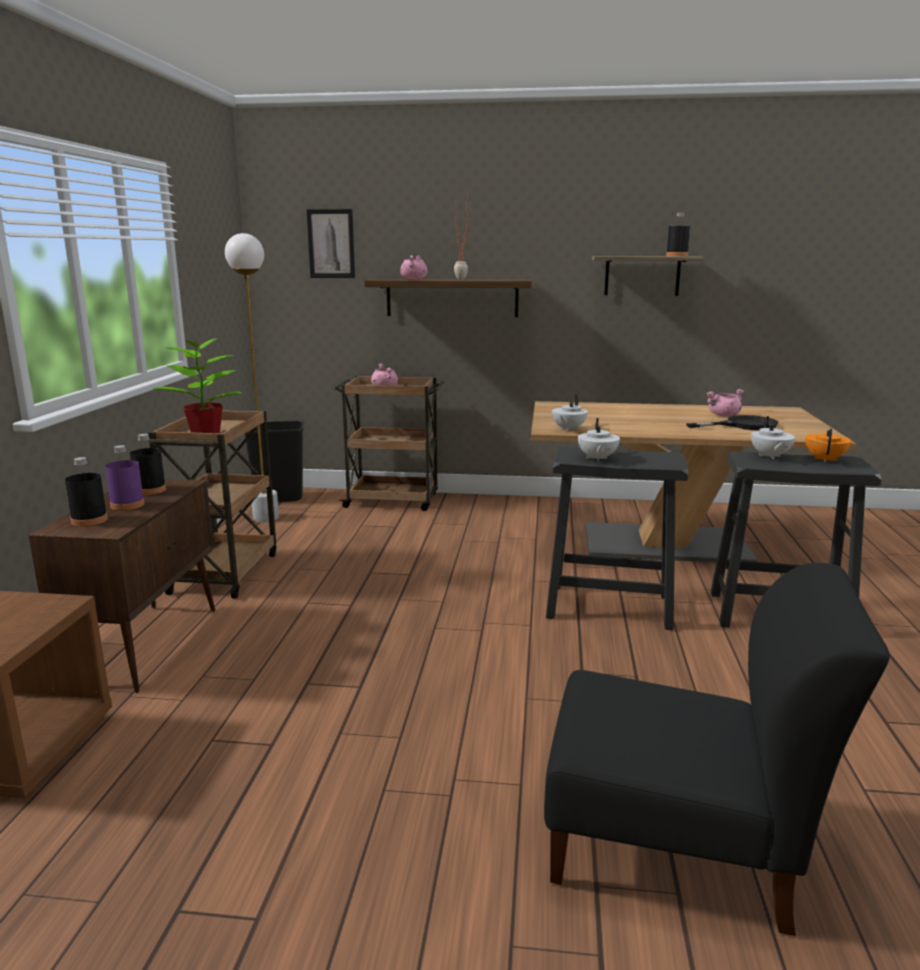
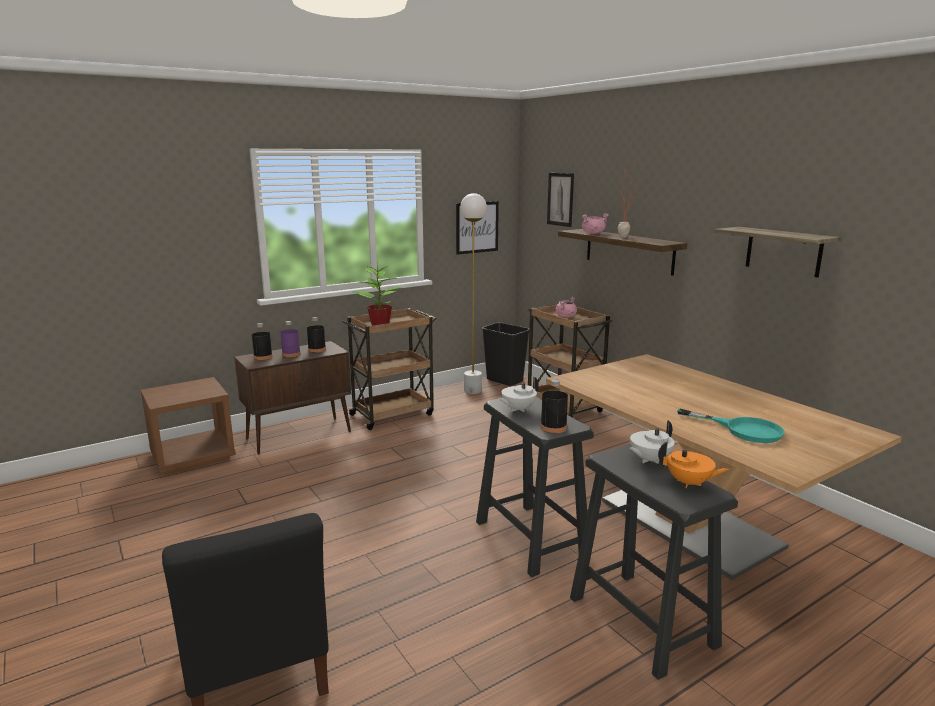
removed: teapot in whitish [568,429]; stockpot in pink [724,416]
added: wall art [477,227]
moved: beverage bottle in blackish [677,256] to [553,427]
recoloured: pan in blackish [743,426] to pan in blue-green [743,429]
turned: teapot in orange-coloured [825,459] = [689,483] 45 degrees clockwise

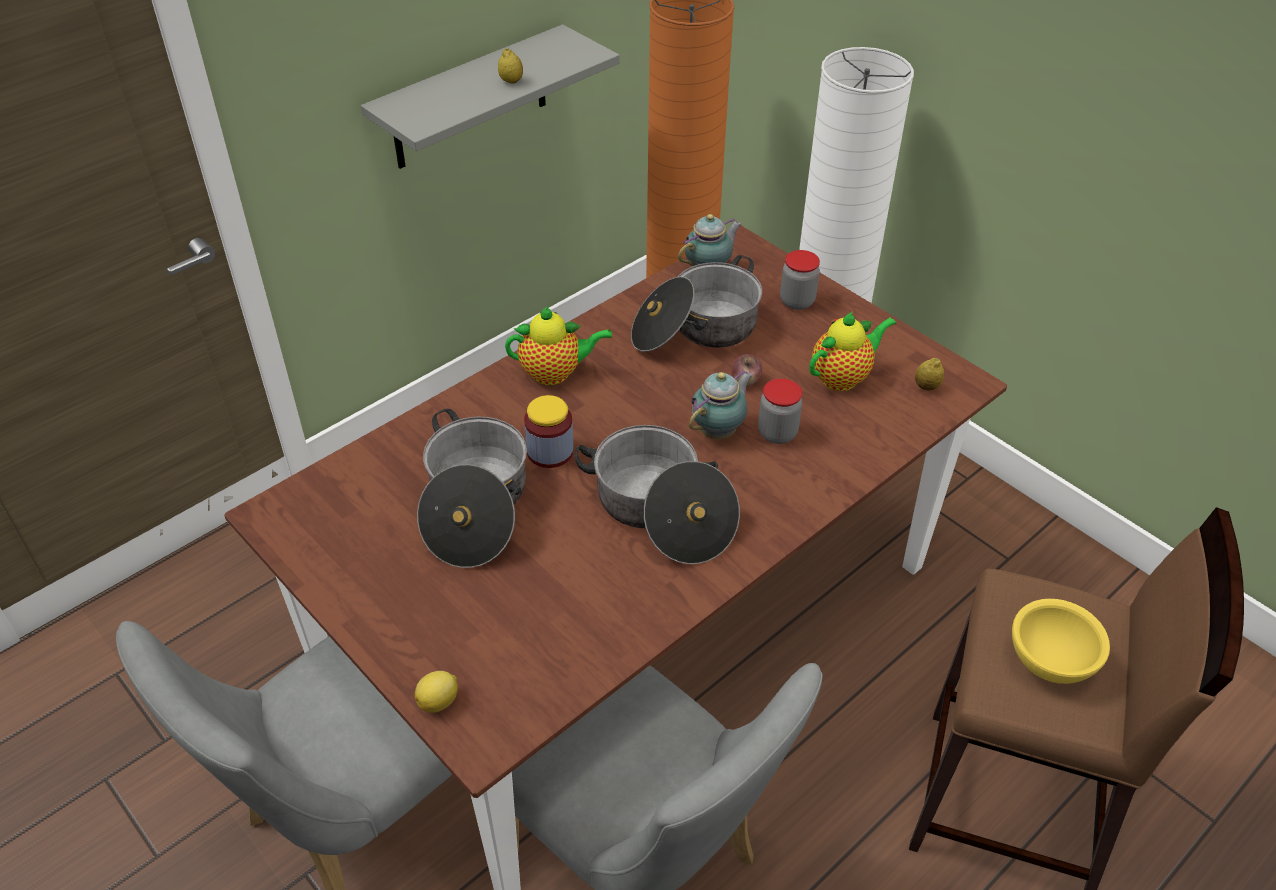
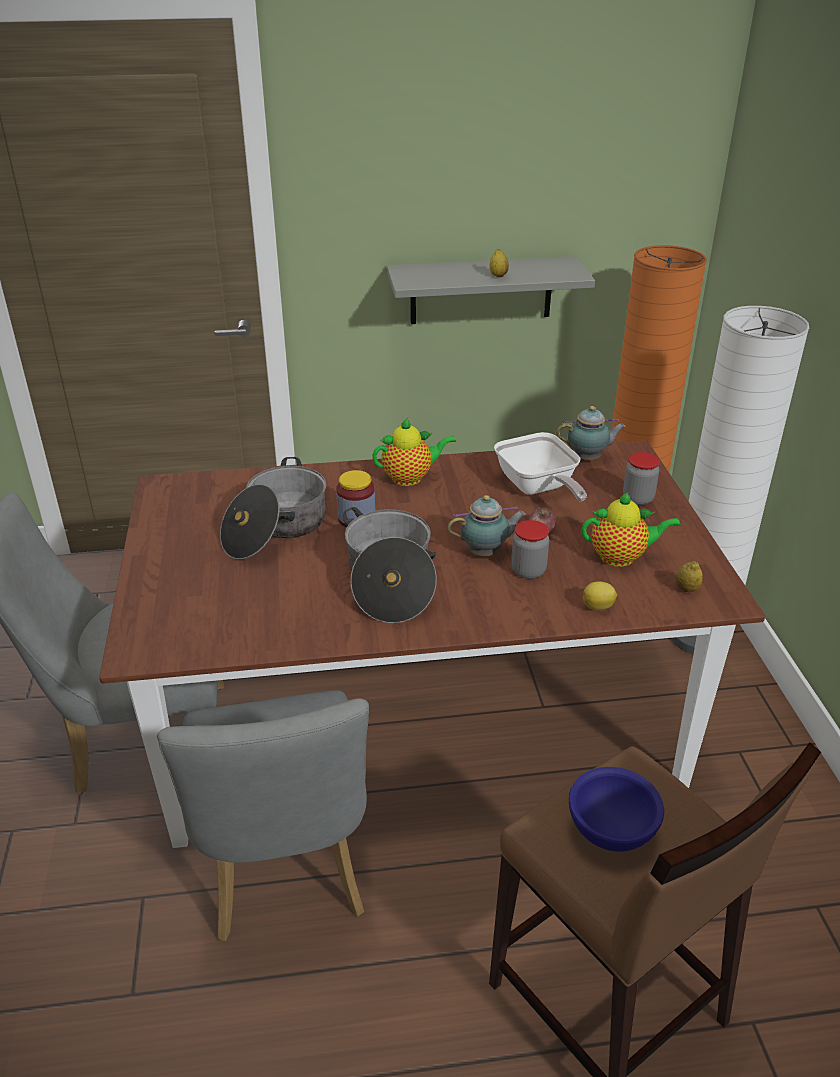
moved: citrus fruit [439,701] to [598,607]
replaced: stockpot [695,330] to pan [538,488]
recoloured: serving bowl in yellow [1050,663] to serving bowl in blue-coloured [610,832]
turned: teapot [555,373] = [410,478] 45 degrees counterclockwise

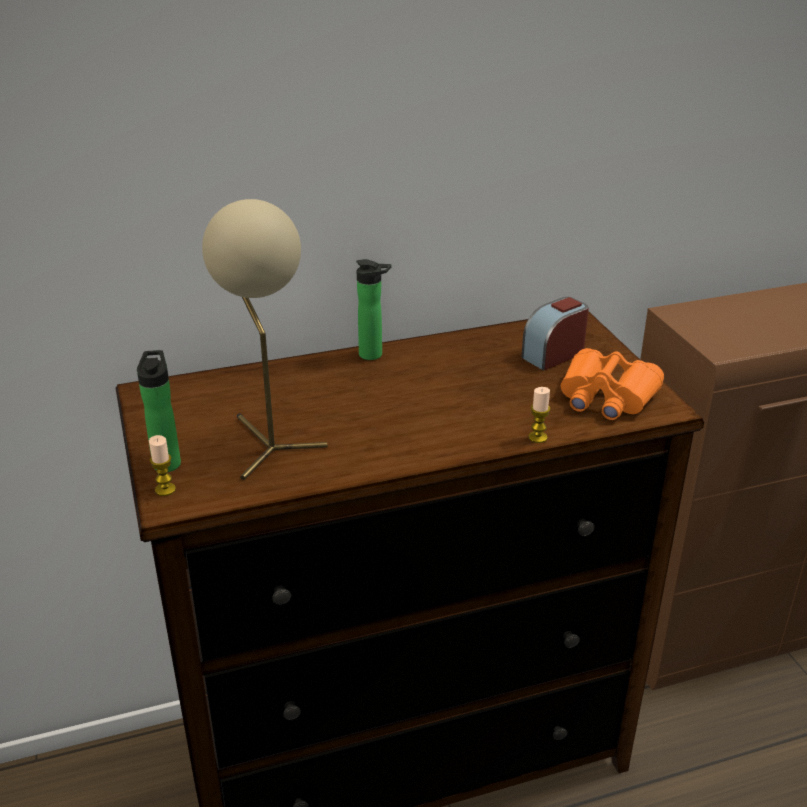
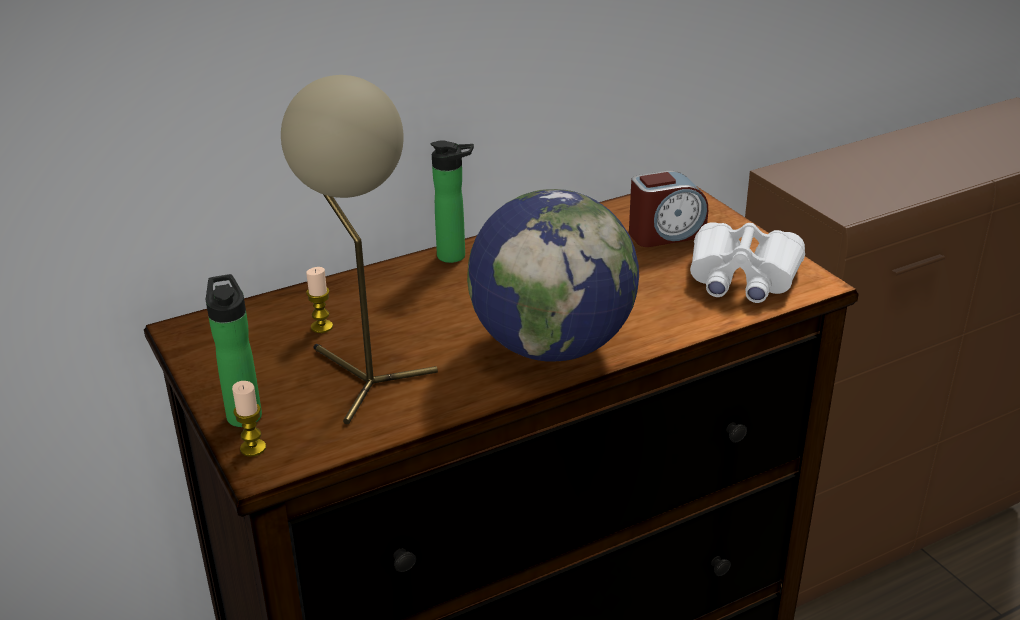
added: world globe [552,346]
moved: candle [537,437] to [322,327]
recoloured: binoculars in orange-coloured [606,397] to binoculars in whitish [742,277]
turned: bedside clock [553,354] = [666,234] 150 degrees counterclockwise

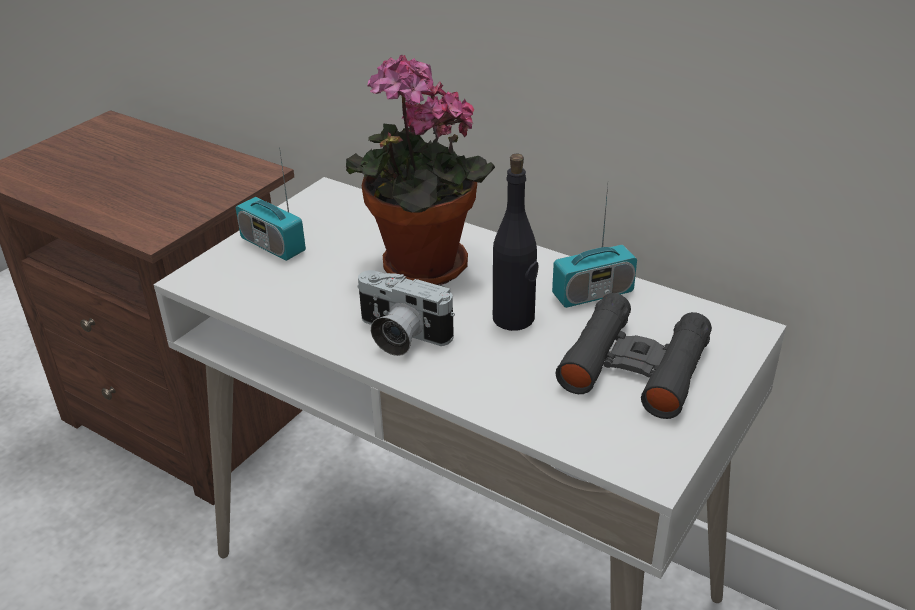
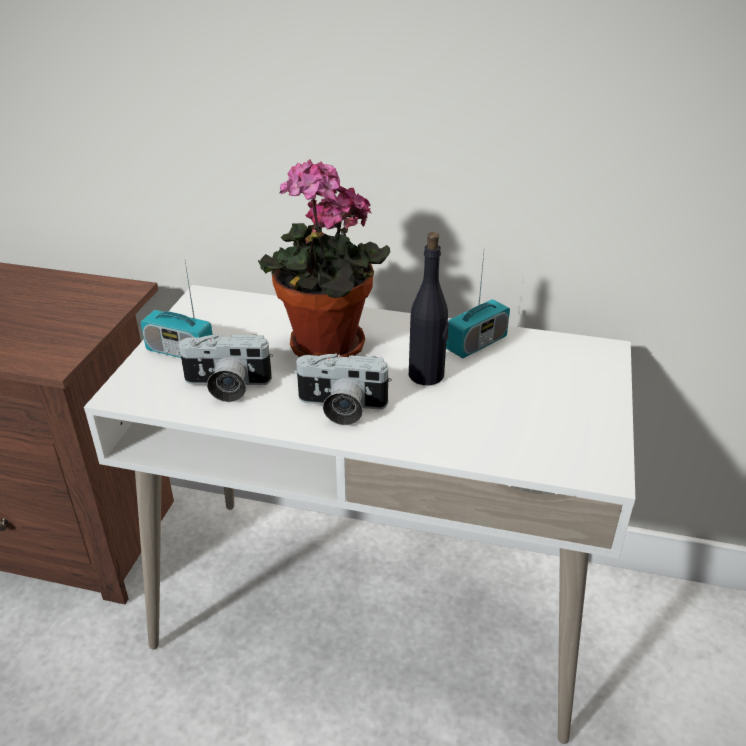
removed: binoculars in blackish [635,366]
added: photo camera [226,386]

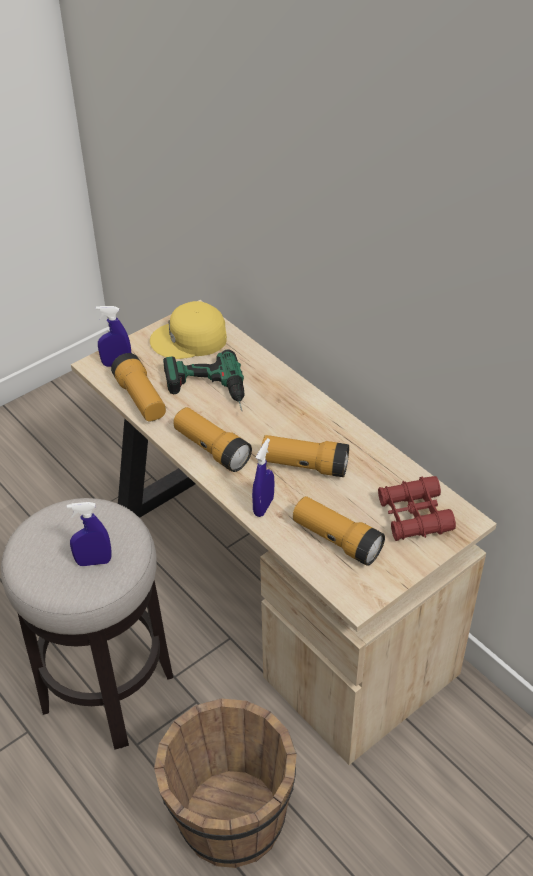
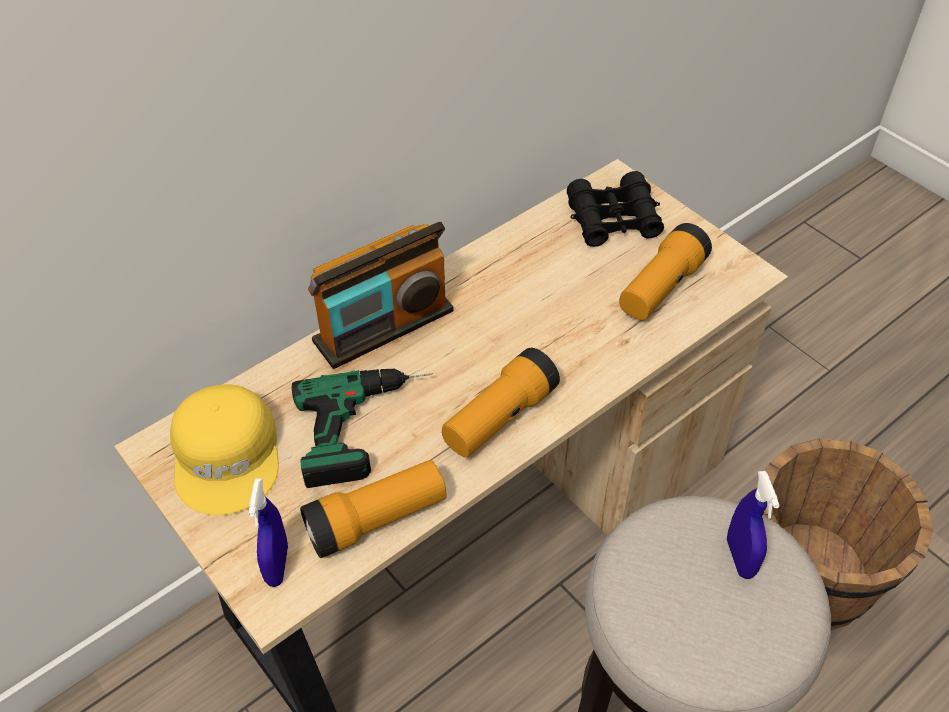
removed: spray bottle in blue-coloured [263,506]; hand torch [304,466]
added: radio [384,326]
recoloured: binoculars in reddish [414,516] to binoculars in blackish [613,219]

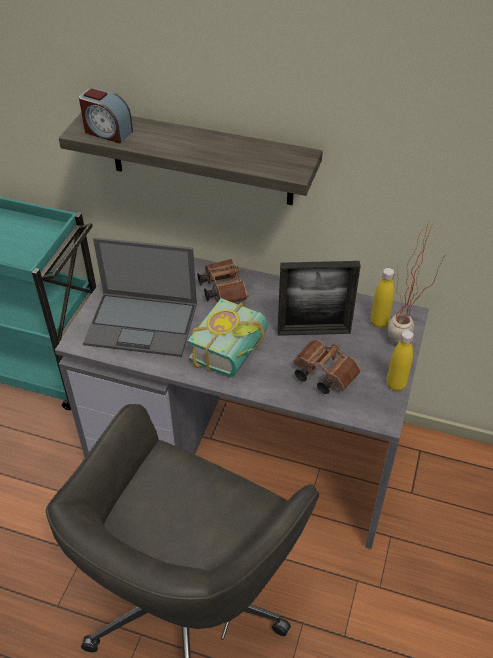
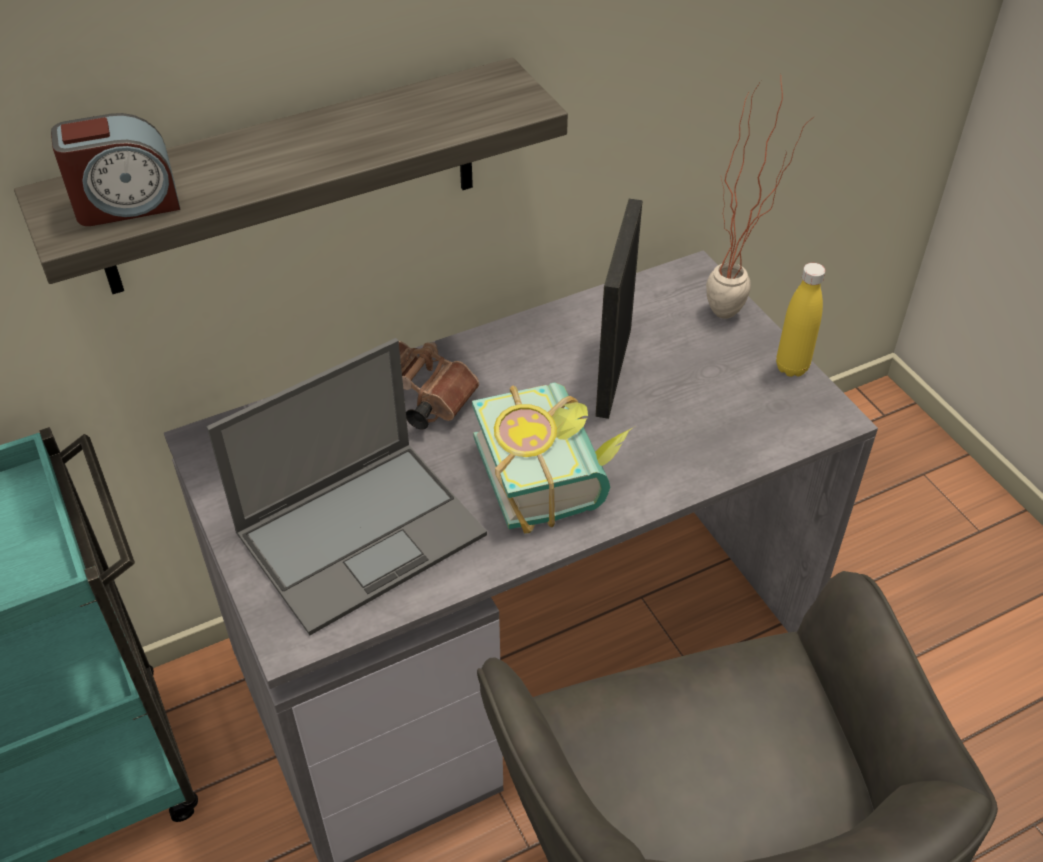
removed: binoculars in brownish [322,374]; beverage bottle in yellow [379,322]
turned: standing frame [314,331] = [613,371] 150 degrees clockwise

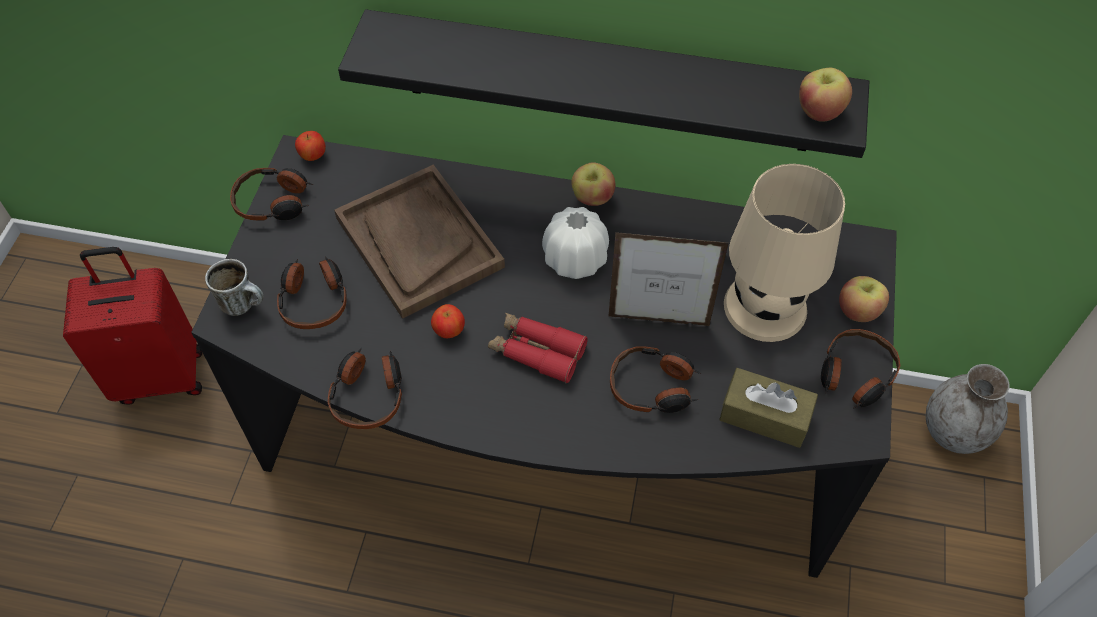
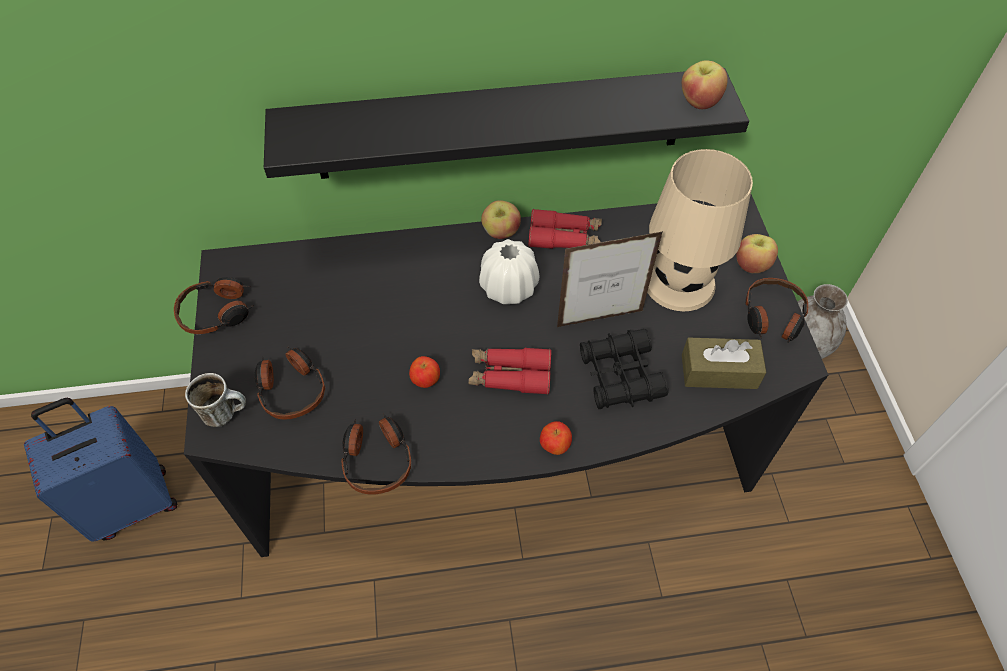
removed: tray in brownish [418,242]
added: binoculars in reddish [565,237]
moved: whole apple [313,156] to [554,445]
replaced: headphones [653,387] to binoculars in blackish [620,375]
recoloured: piece of luggage in reddish [160,375] to piece of luggage in blue-coloured [132,502]

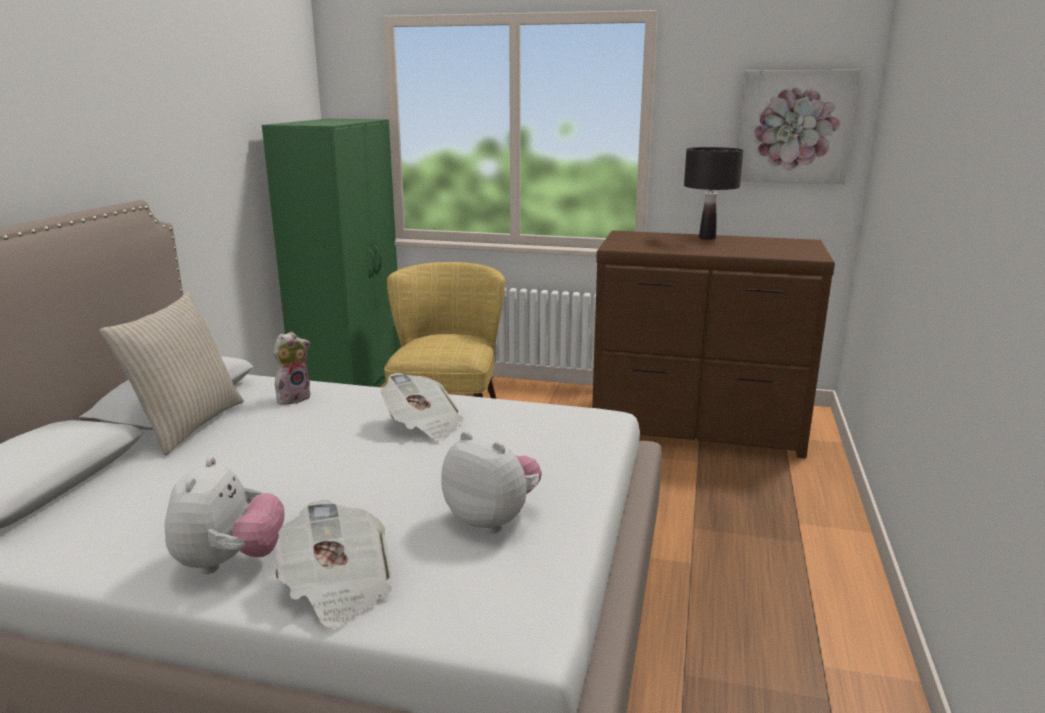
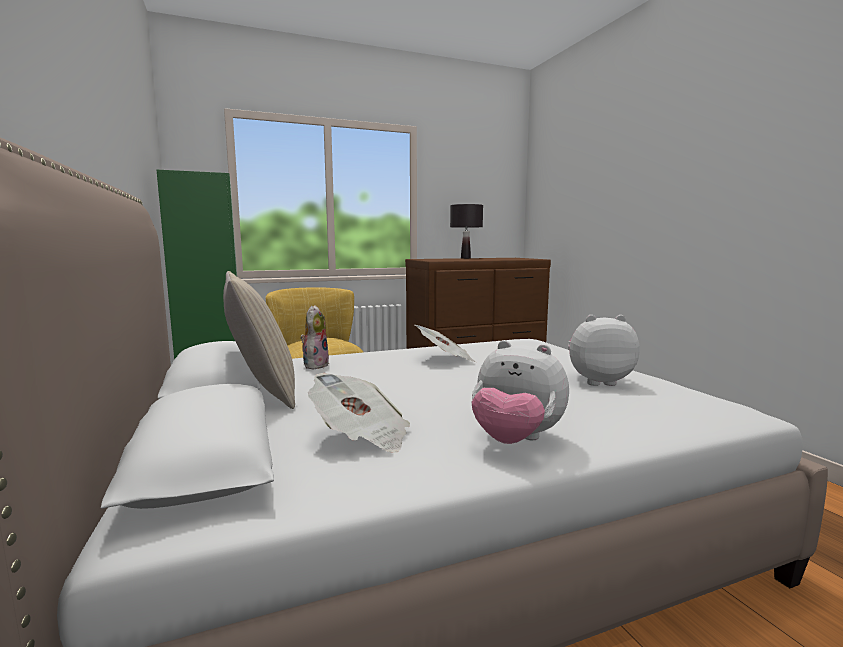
removed: wall art [794,127]
moved: newspaper [337,588] to [362,436]
turned: cuddly toy [229,562] = [515,440] 150 degrees clockwise

